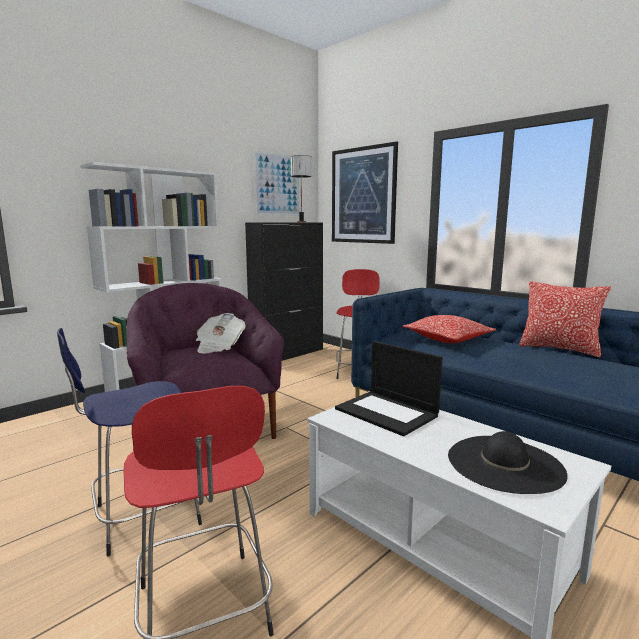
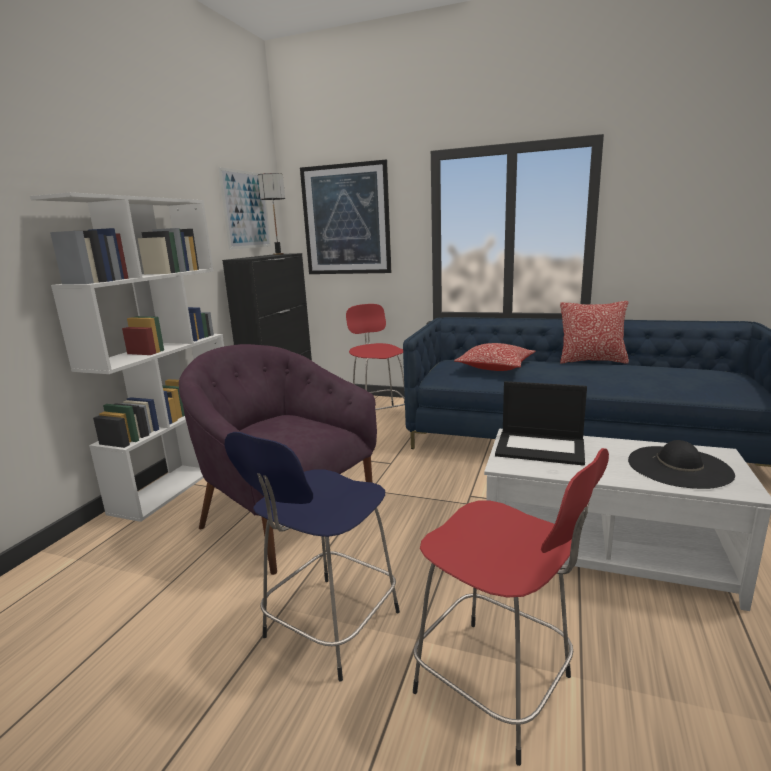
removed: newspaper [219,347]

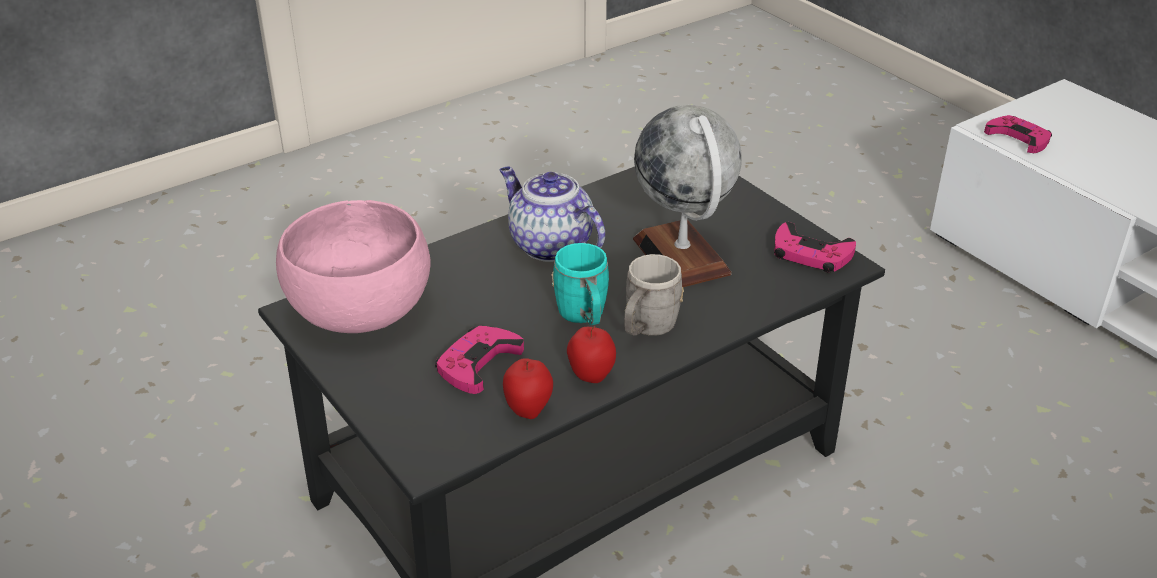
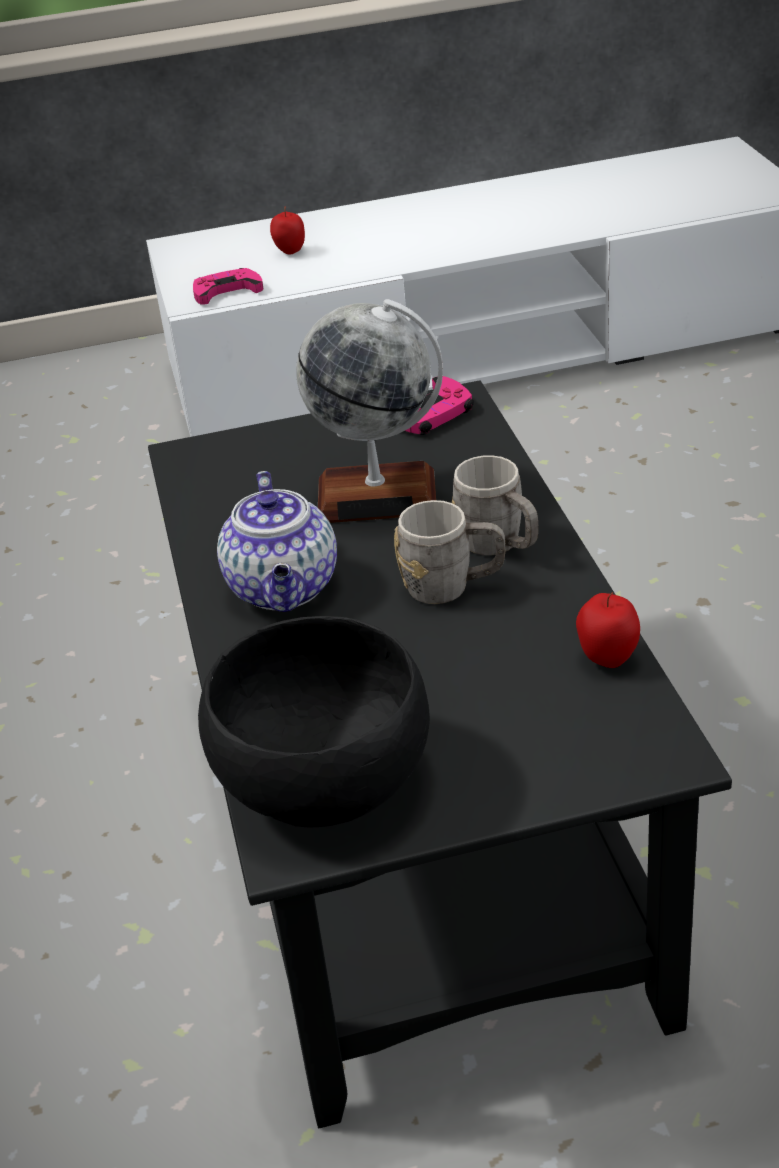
removed: game controller in pink [478,363]
moved: whole apple [591,376] to [290,252]
recoloured: serving bowl in pink [361,309] to serving bowl in blackish [323,780]; mug in blue-green [584,317] to mug in greyish [452,587]
turned: teapot [549,245] = [285,589] 75 degrees counterclockwise

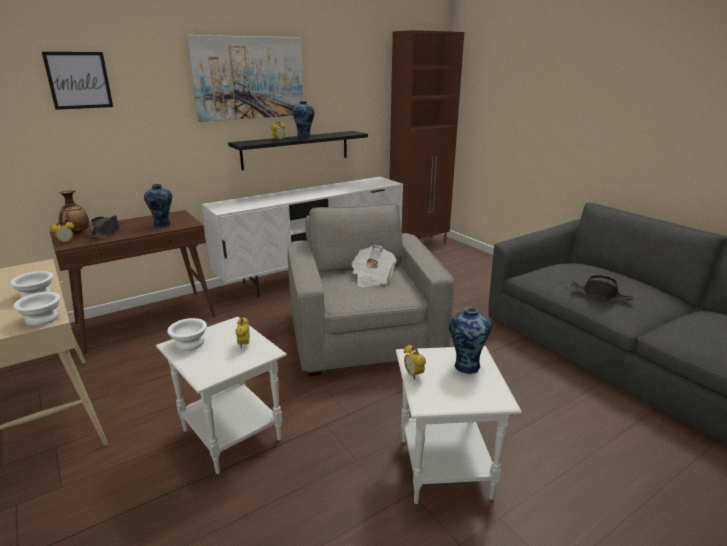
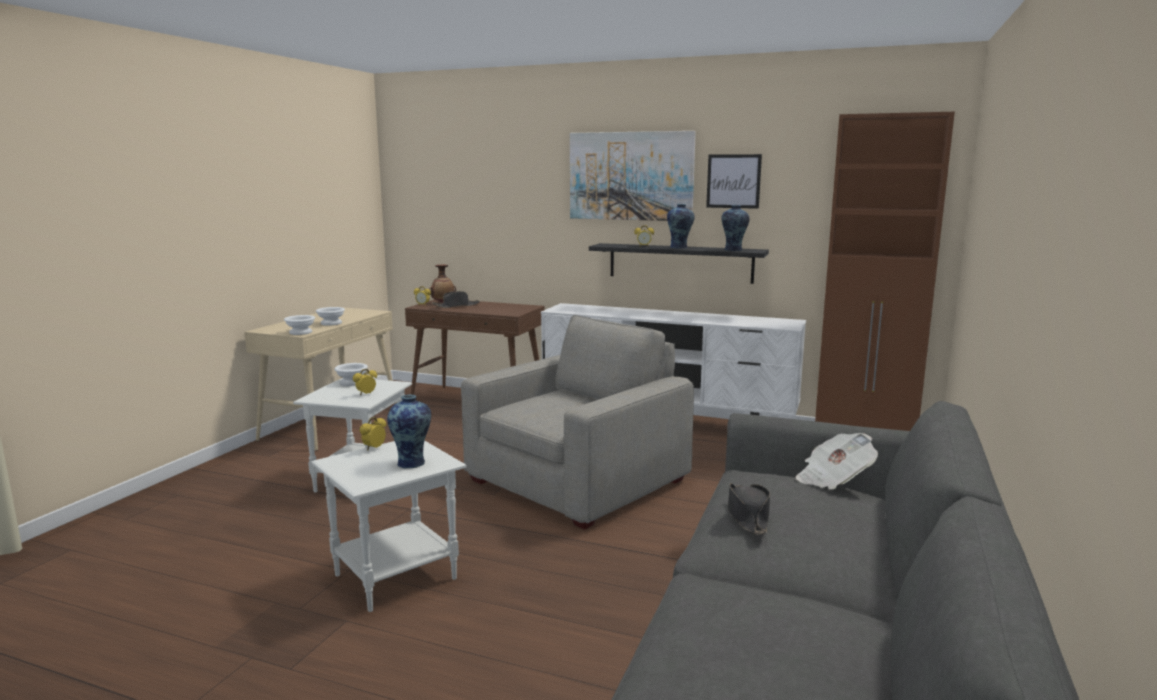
moved: wall art [79,80] to [733,181]; vase [163,225] to [733,250]; newspaper [372,278] to [833,479]

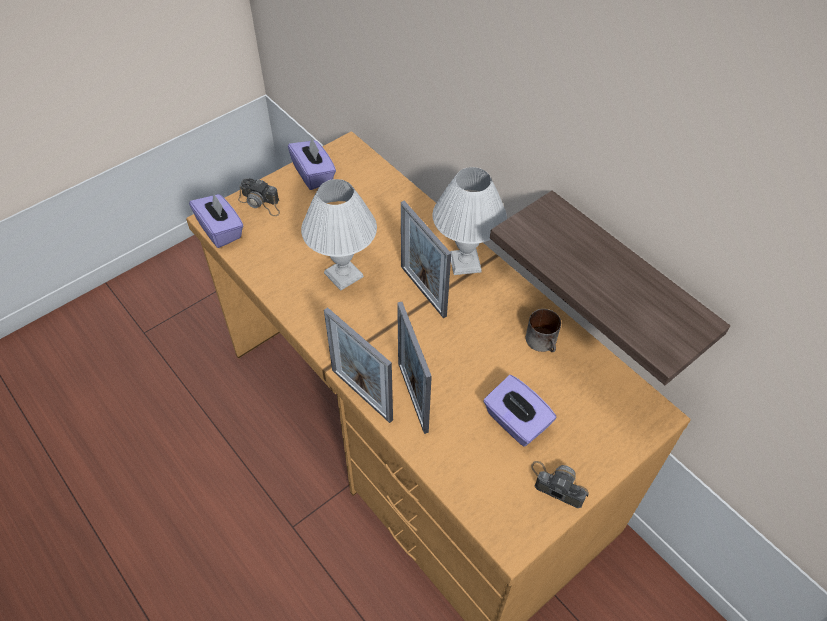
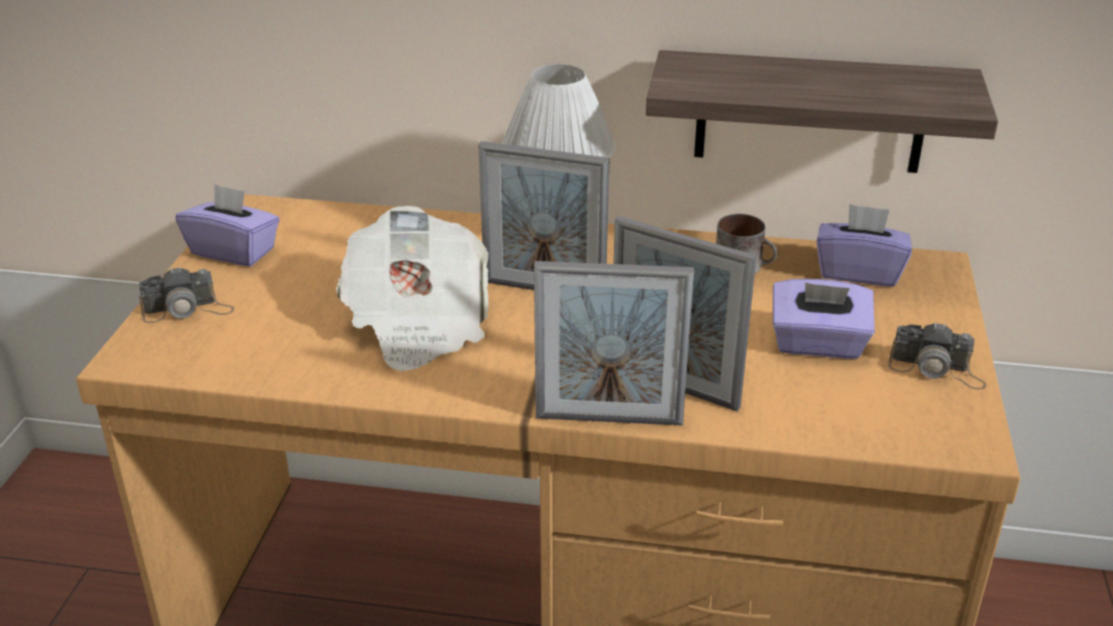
moved: box of tissues in purplish [221,230] to [858,272]
replaced: table lamp in whitish [343,275] to newspaper [417,324]
turned: photo camera [557,484] = [936,370] 150 degrees counterclockwise

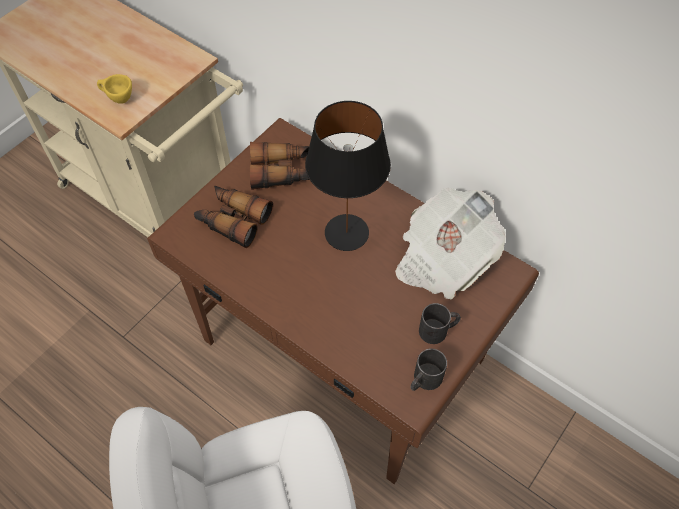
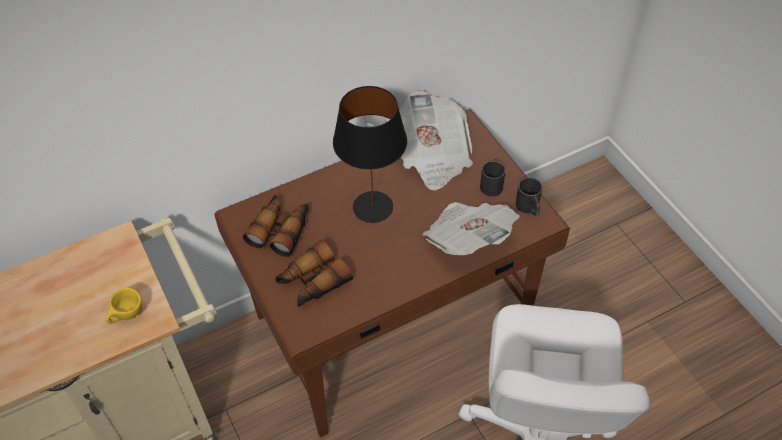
added: newspaper [468,239]

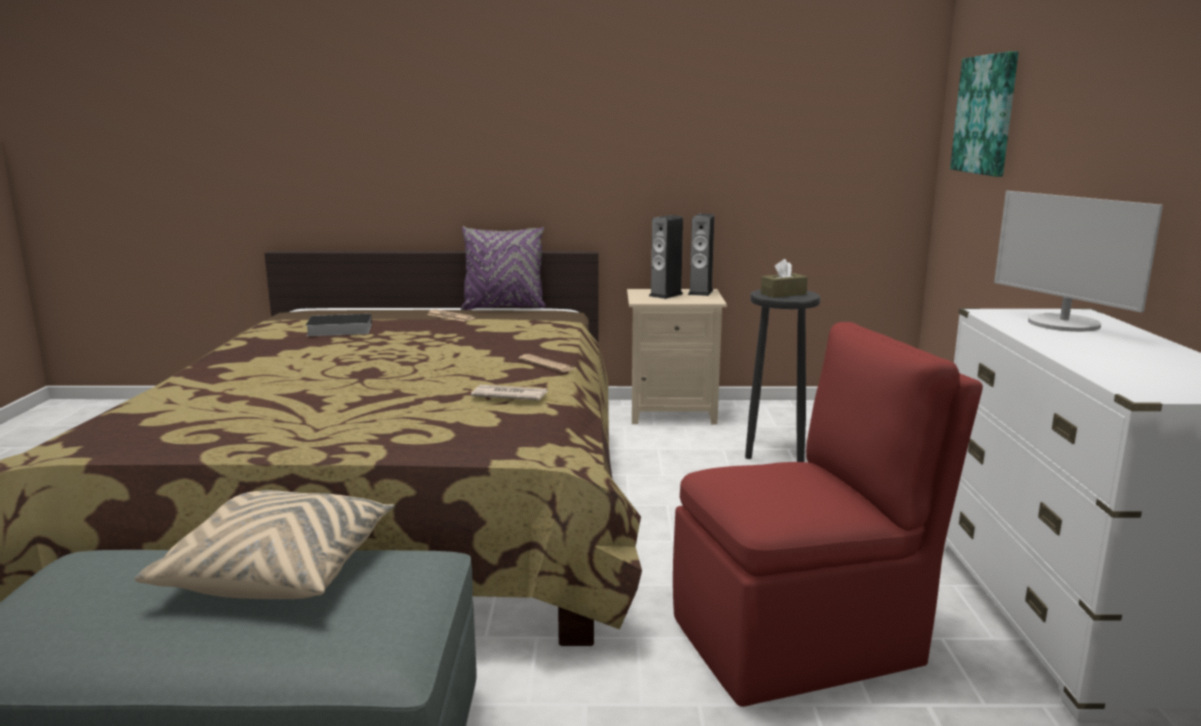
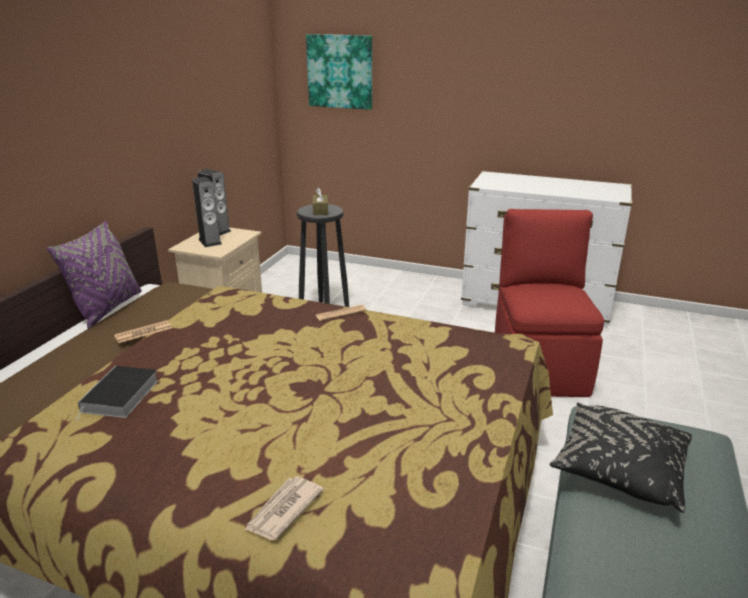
removed: computer display [1063,324]
moved: newspaper [509,396] to [283,510]
recoloured: throw pillow in sand-coloured [279,570] to throw pillow in blackish [619,469]

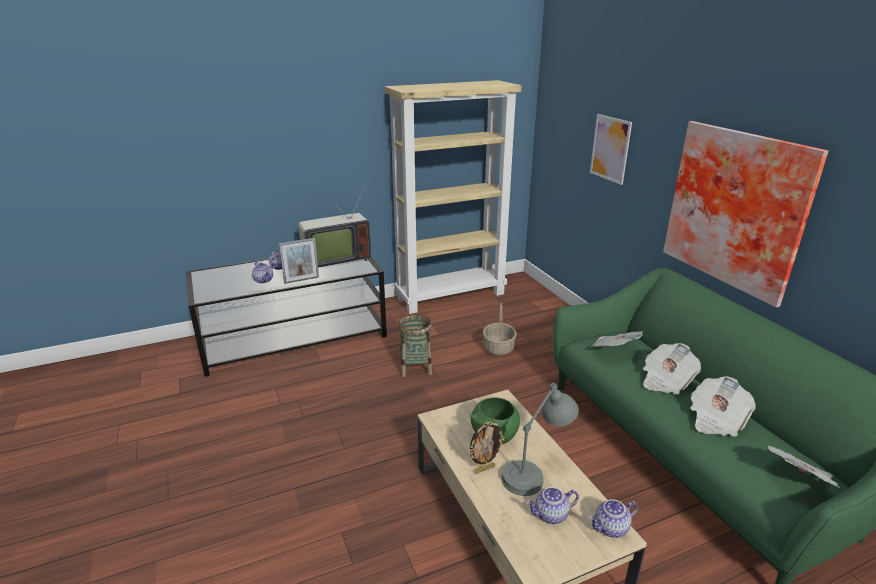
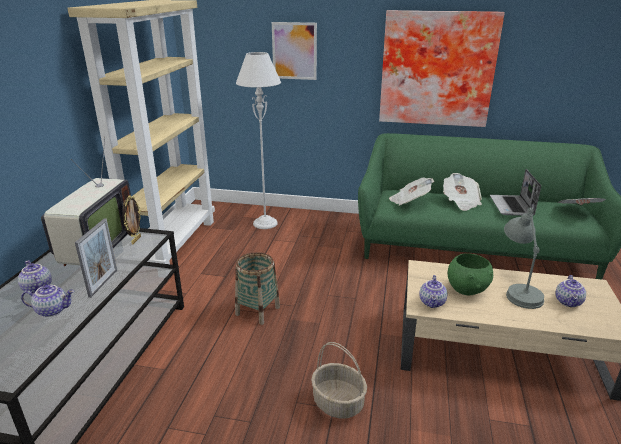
added: floor lamp in greyish [265,223]
moved: standing frame [484,469] to [135,240]; storage basket [499,348] to [339,403]; teapot [611,529] to [432,303]
replaced: newspaper [716,419] to notebook computer [512,206]

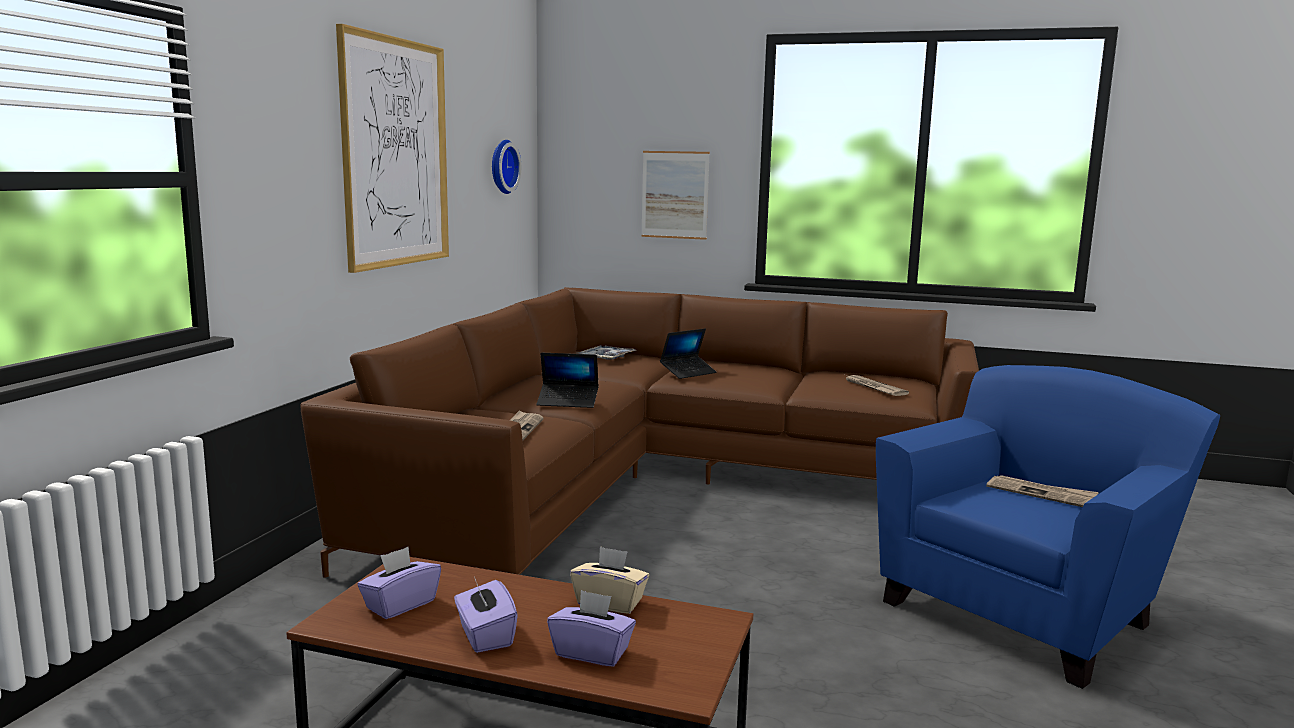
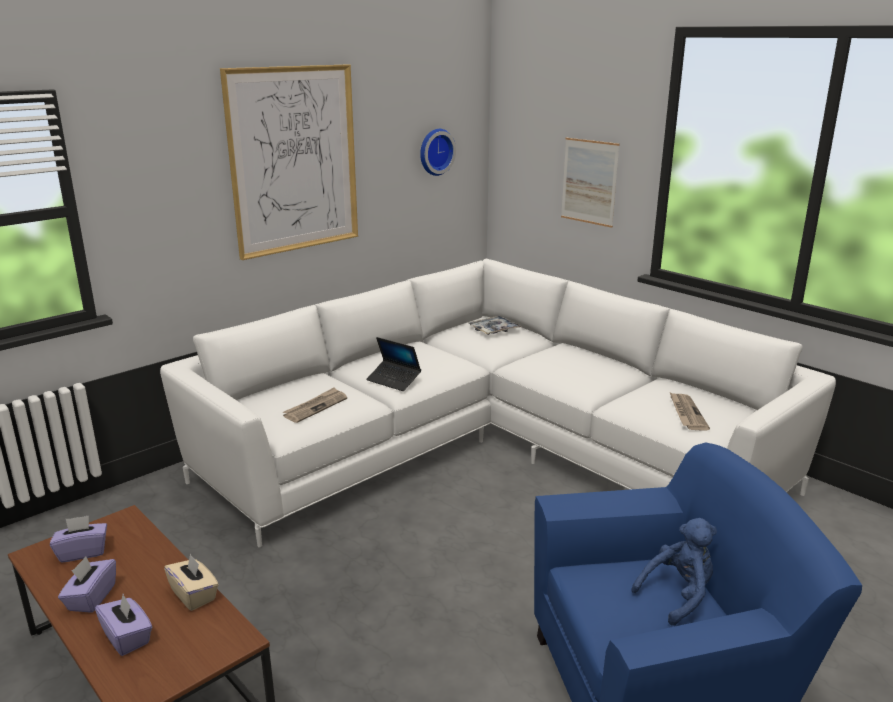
removed: notebook computer [688,372]
replaced: newspaper [1041,494] to cuddly toy in blue-coloured [678,595]
recoloured: sofa in brownish [650,481] to sofa in whitish [488,449]

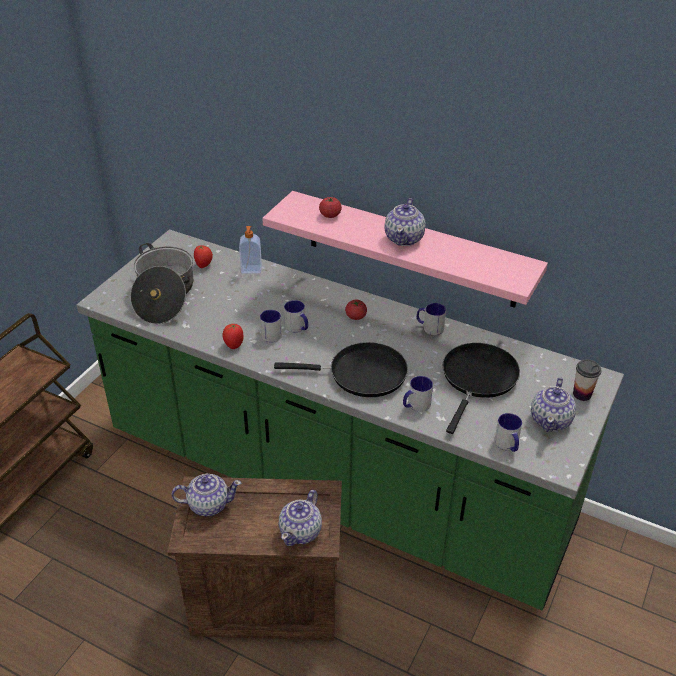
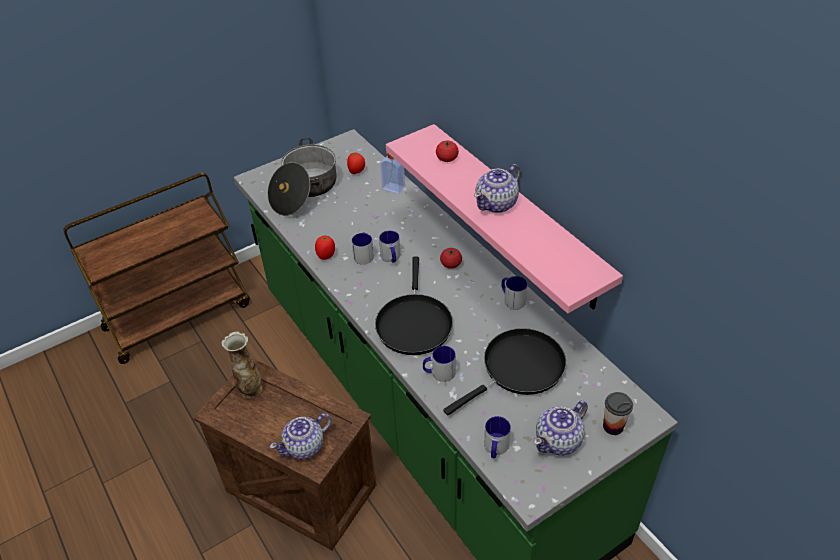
replaced: teapot [208,504] to vase [250,389]
turned: pan in blackish [362,374] = [414,323] 60 degrees clockwise

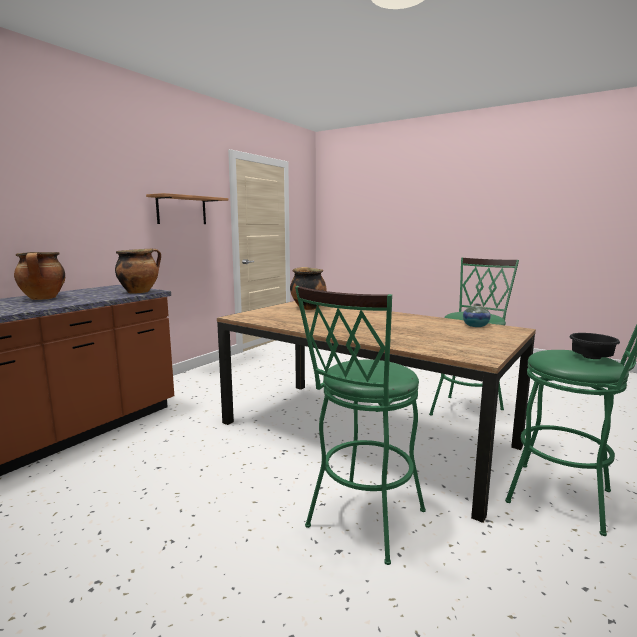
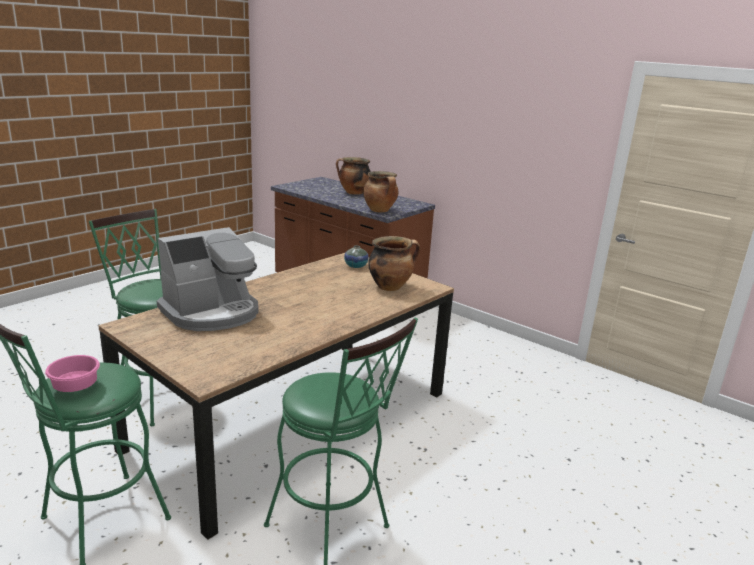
removed: shelf [181,210]
added: coffee maker [212,313]
moved: vase [475,326] to [356,266]
recoloured: serving bowl in blackish [591,358] to serving bowl in pink [75,386]

